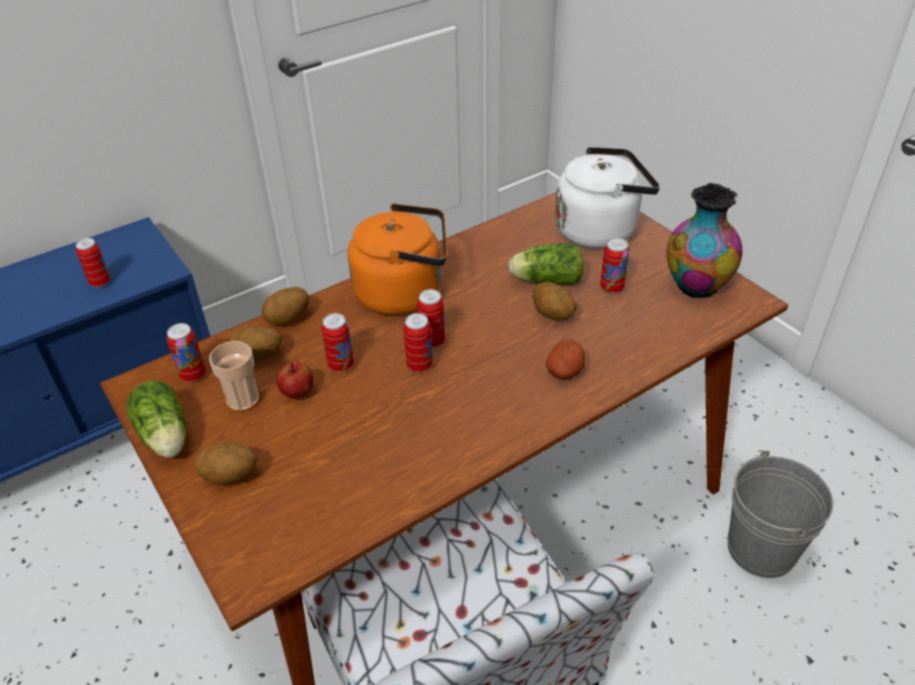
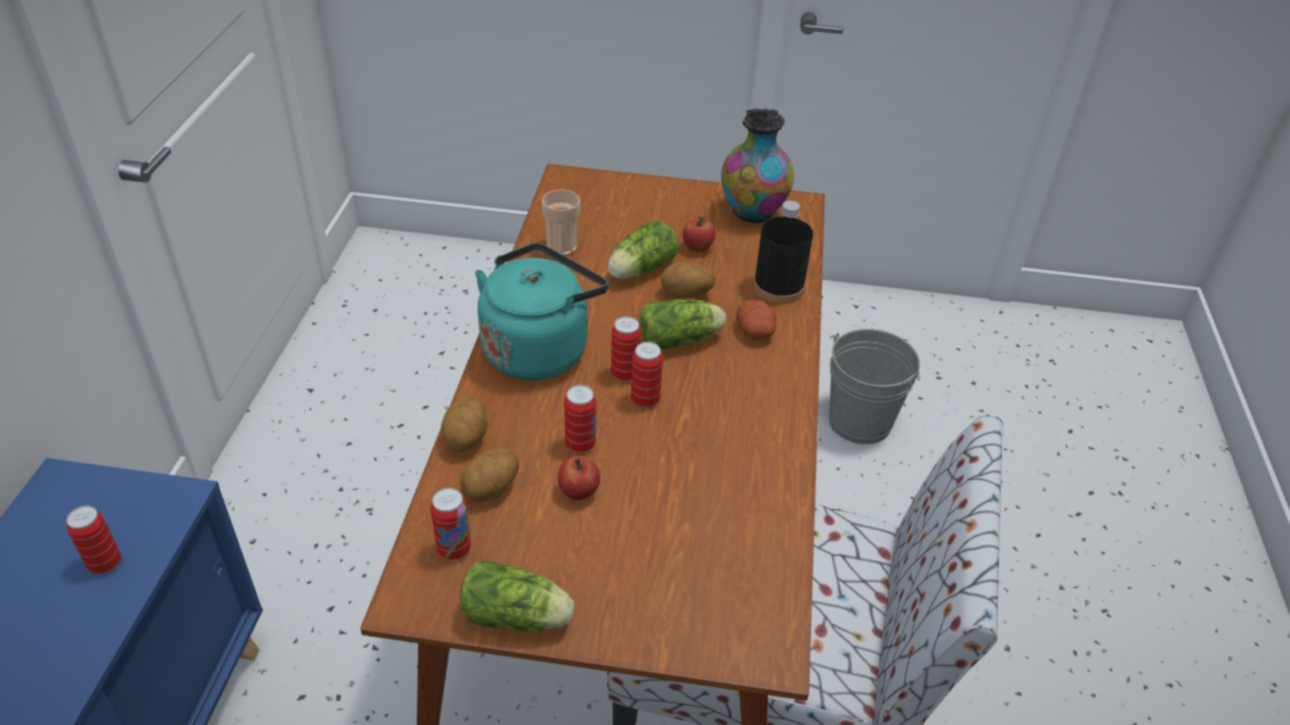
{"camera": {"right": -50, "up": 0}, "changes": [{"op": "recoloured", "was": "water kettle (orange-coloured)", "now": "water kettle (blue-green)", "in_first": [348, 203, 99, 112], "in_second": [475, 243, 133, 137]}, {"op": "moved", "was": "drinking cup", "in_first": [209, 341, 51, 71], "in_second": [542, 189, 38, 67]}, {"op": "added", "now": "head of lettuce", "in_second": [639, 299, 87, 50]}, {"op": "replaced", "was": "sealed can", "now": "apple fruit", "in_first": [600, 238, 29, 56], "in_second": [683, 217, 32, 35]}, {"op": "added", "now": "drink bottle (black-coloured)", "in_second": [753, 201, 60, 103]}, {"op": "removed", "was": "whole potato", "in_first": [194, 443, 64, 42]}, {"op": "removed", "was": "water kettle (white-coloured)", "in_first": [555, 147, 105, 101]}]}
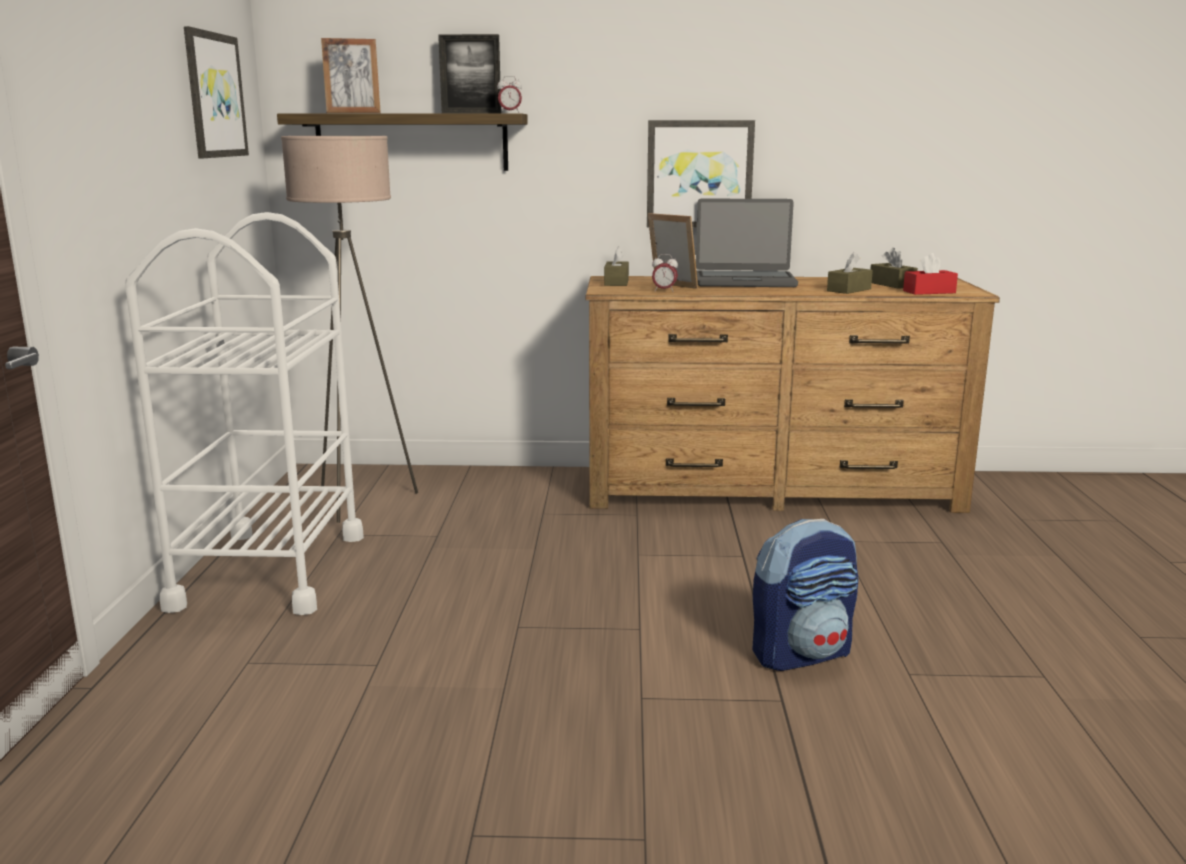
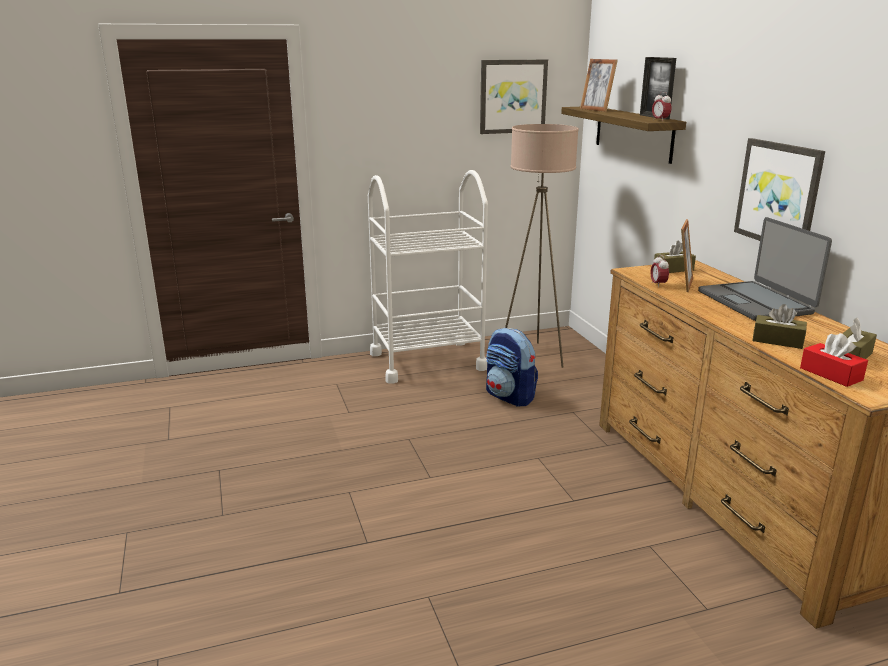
{"camera": {"right": 70, "up": 5}, "changes": [{"op": "moved", "was": "backpack", "in_first": [752, 519, 107, 152], "in_second": [486, 328, 52, 79]}]}
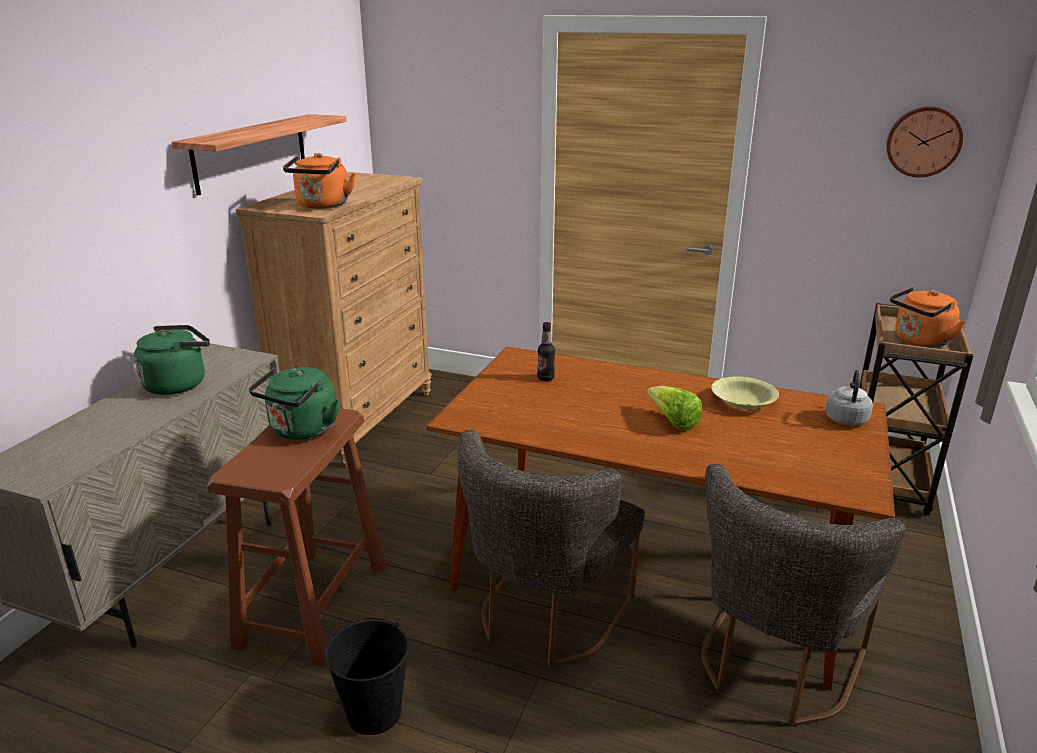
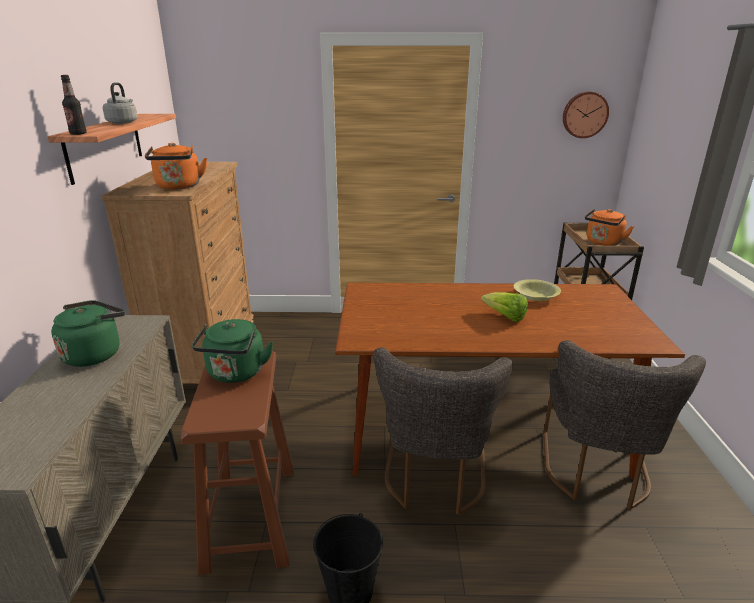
{"camera": {"right": -20, "up": 0}, "changes": [{"op": "moved", "was": "drink bottle", "in_first": [537, 322, 18, 59], "in_second": [61, 75, 26, 60]}, {"op": "moved", "was": "water kettle (greyish)", "in_first": [825, 370, 48, 56], "in_second": [103, 82, 34, 42]}]}
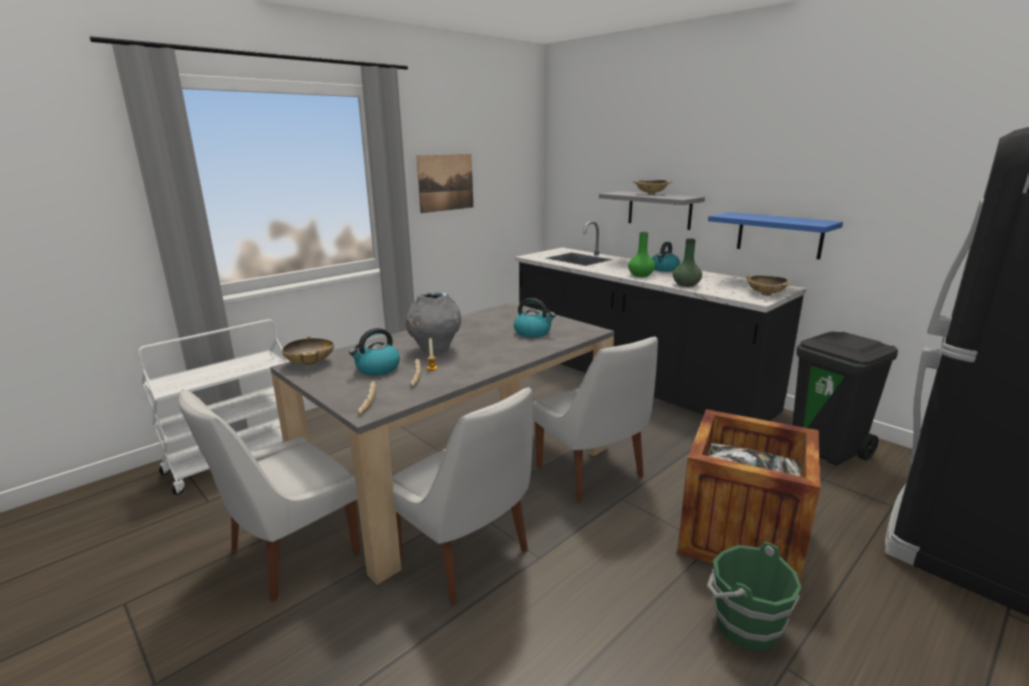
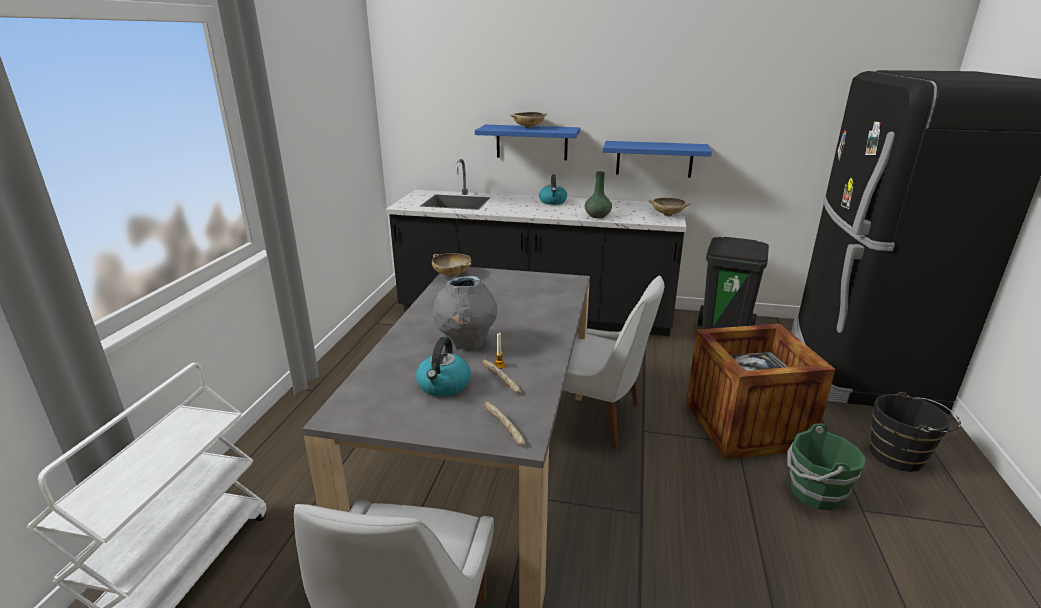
{"camera": {"right": -35, "up": 5}, "changes": [{"op": "moved", "was": "bowl (sand-coloured)", "in_first": [282, 336, 52, 30], "in_second": [432, 253, 40, 24]}, {"op": "recoloured", "was": "wall shelf (greyish)", "now": "wall shelf (bluish)", "in_first": [599, 191, 106, 39], "in_second": [475, 125, 105, 35]}, {"op": "added", "now": "bucket (black-coloured)", "in_second": [870, 392, 91, 80]}, {"op": "removed", "was": "plain chair (white-coloured)", "in_first": [392, 387, 141, 218]}, {"op": "removed", "was": "wall art", "in_first": [416, 154, 57, 59]}, {"op": "removed", "was": "water kettle", "in_first": [514, 298, 42, 40]}, {"op": "removed", "was": "decorative vase (greenish)", "in_first": [628, 232, 27, 45]}]}
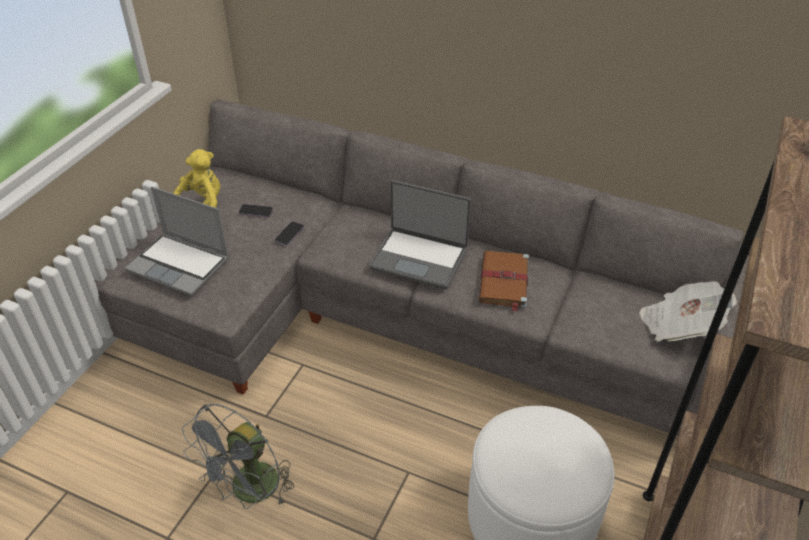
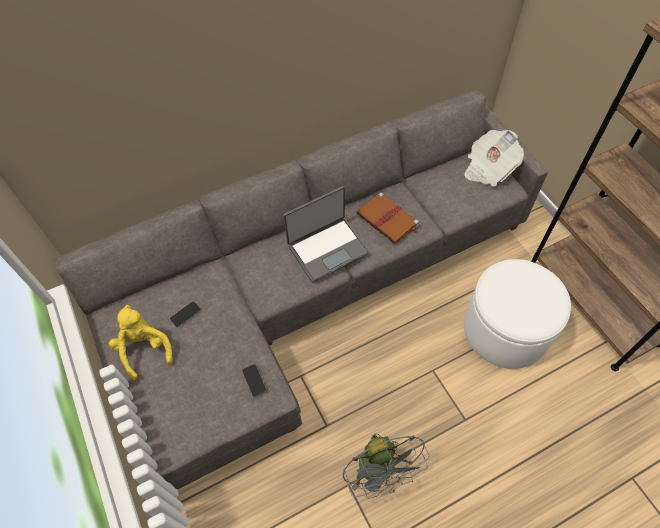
{"camera": {"right": -50, "up": 15}, "changes": [{"op": "moved", "was": "telephone", "in_first": [275, 222, 29, 23], "in_second": [242, 364, 25, 33]}, {"op": "removed", "was": "laptop", "in_first": [125, 187, 104, 109]}]}
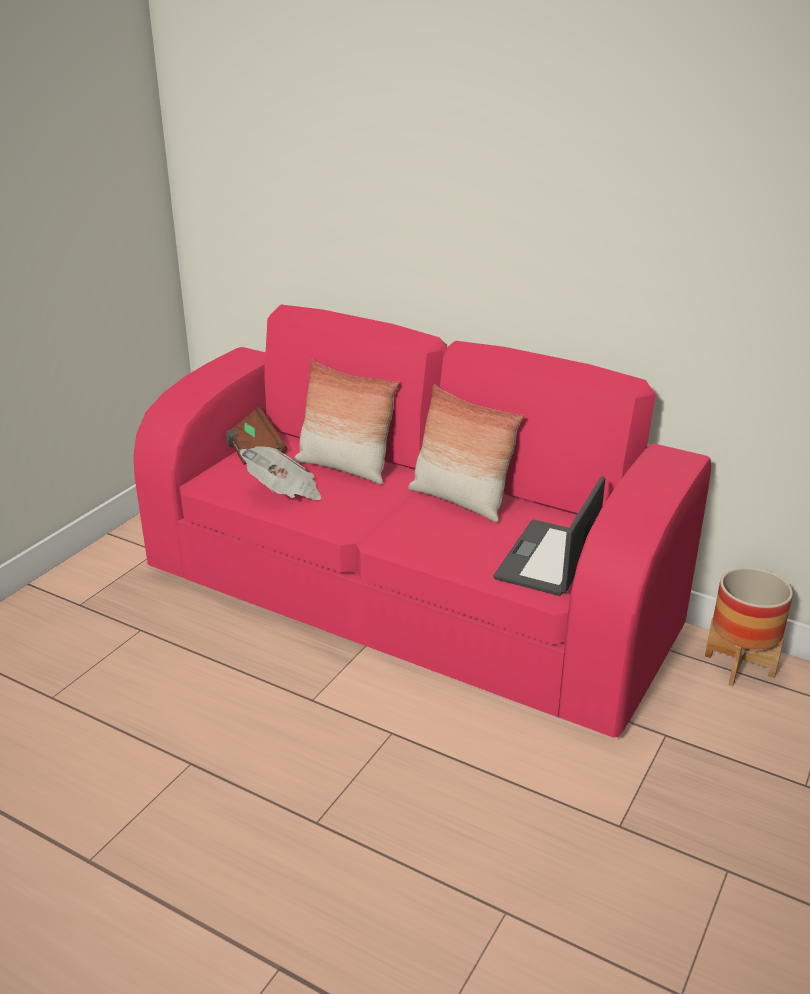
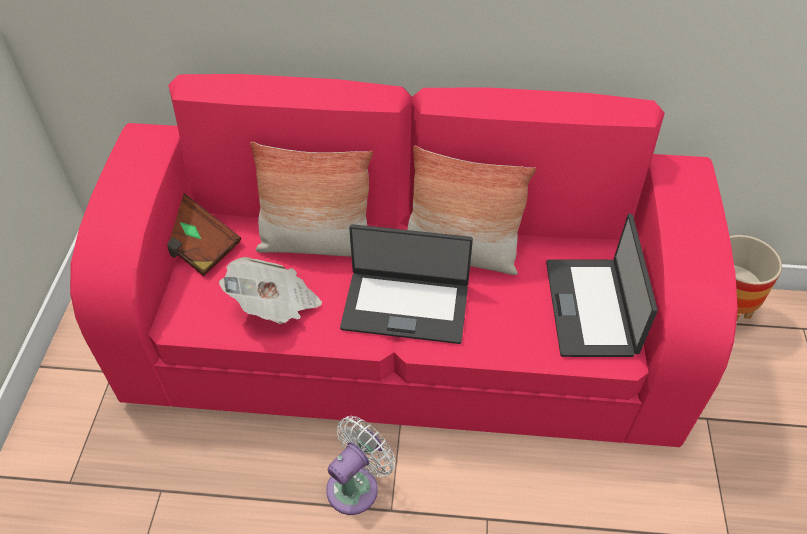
{"camera": {"right": -25, "up": 20}, "changes": [{"op": "added", "now": "fan (white-coloured)", "in_second": [326, 416, 69, 99]}, {"op": "added", "now": "laptop", "in_second": [340, 224, 133, 120]}]}
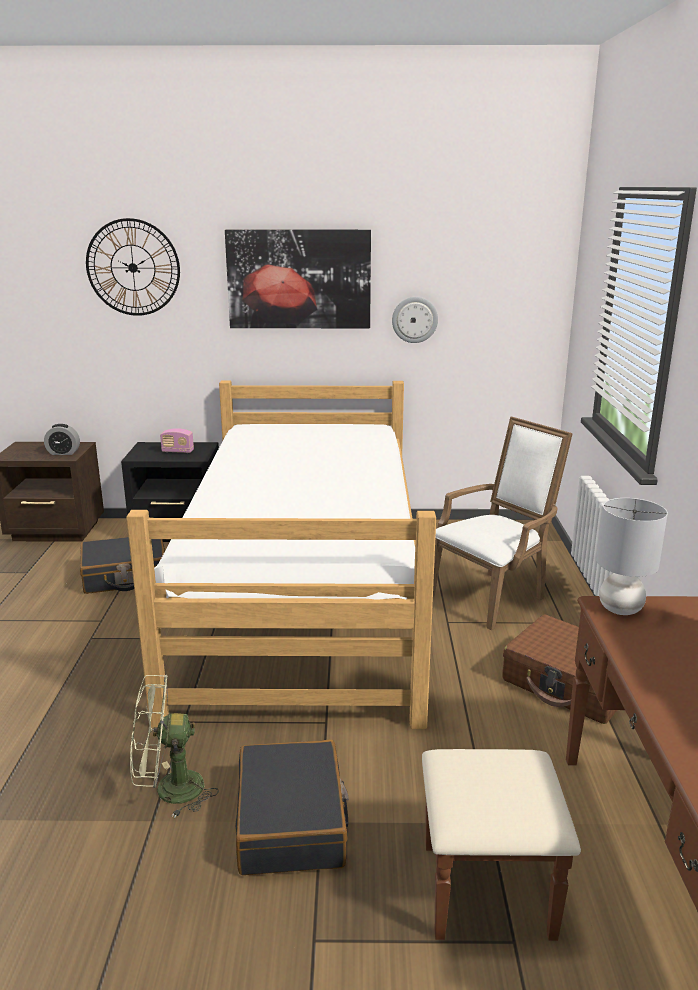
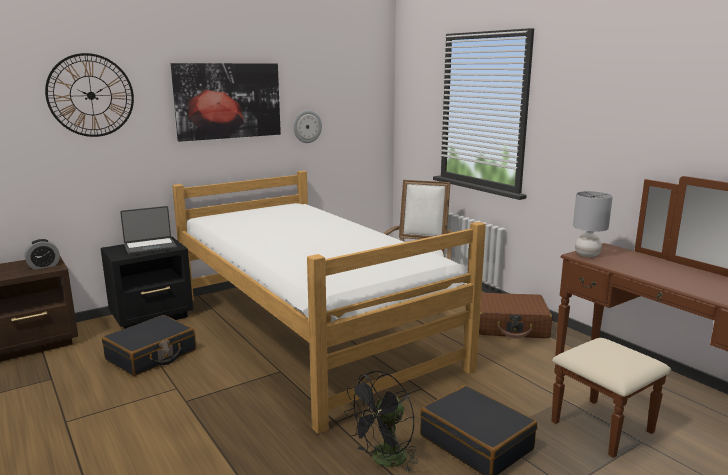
{"camera": {"right": -35, "up": -5}, "changes": [{"op": "replaced", "was": "radio receiver", "now": "laptop", "in_first": [160, 428, 34, 25], "in_second": [120, 206, 57, 49]}, {"op": "recoloured", "was": "fan (greenish)", "now": "fan (black-coloured)", "in_first": [130, 675, 89, 143], "in_second": [344, 371, 75, 102]}]}
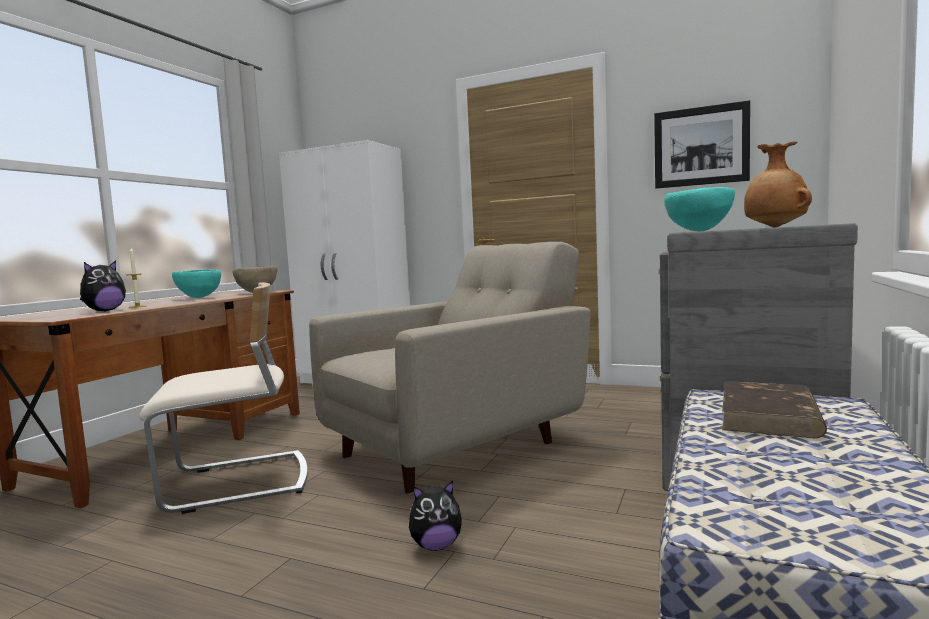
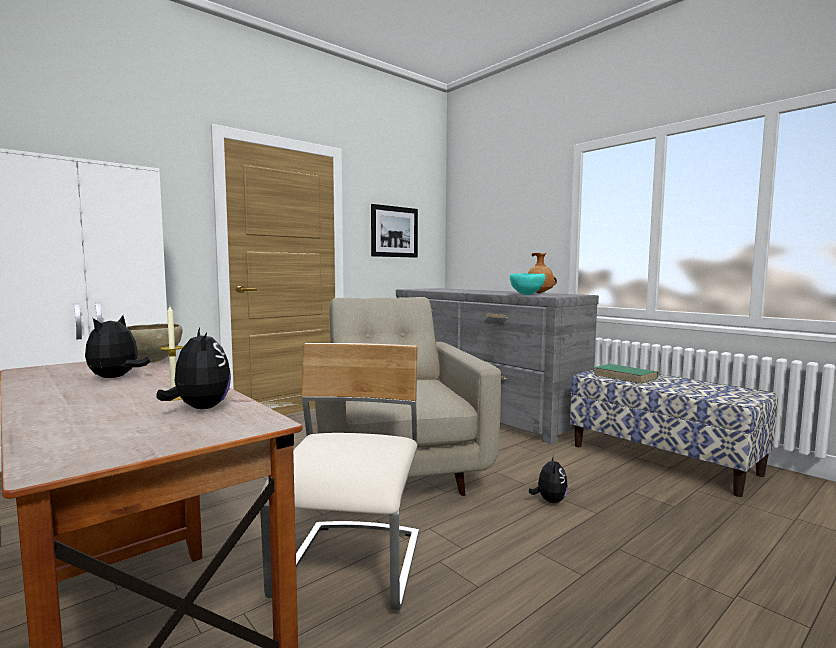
{"camera": {"right": -65, "up": 0}, "changes": [{"op": "replaced", "was": "bowl (blue-green)", "now": "cuddly toy", "in_first": [172, 270, 49, 28], "in_second": [85, 315, 65, 63]}, {"op": "recoloured", "was": "bound book (brownish)", "now": "bound book (greenish)", "in_first": [722, 381, 105, 57], "in_second": [594, 364, 64, 20]}]}
